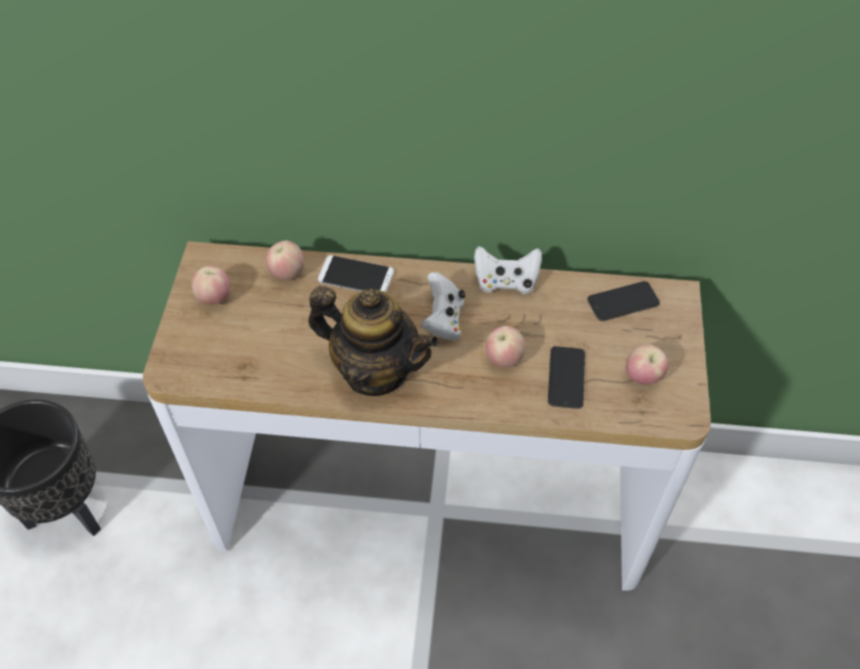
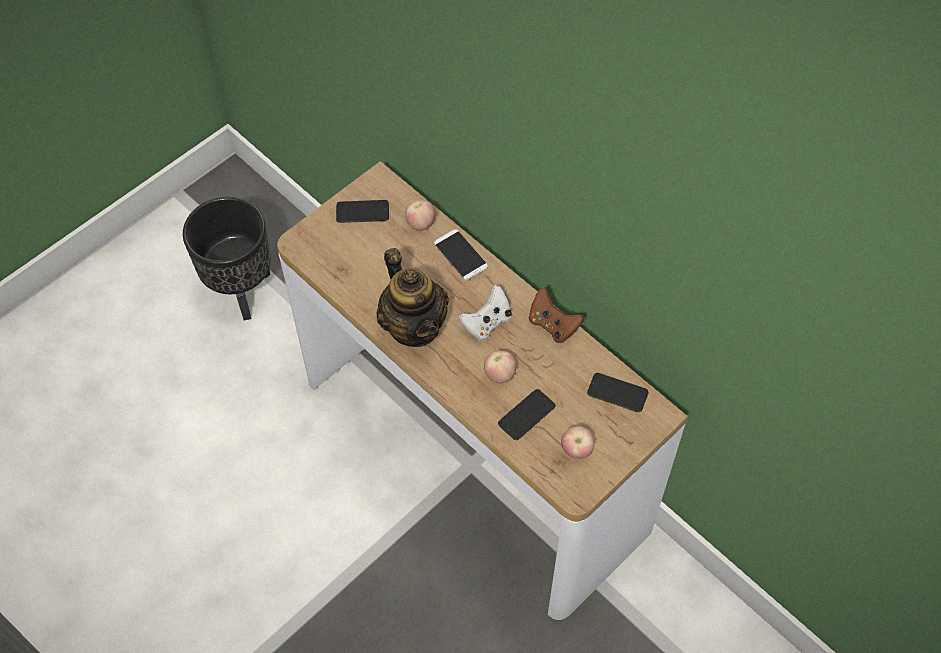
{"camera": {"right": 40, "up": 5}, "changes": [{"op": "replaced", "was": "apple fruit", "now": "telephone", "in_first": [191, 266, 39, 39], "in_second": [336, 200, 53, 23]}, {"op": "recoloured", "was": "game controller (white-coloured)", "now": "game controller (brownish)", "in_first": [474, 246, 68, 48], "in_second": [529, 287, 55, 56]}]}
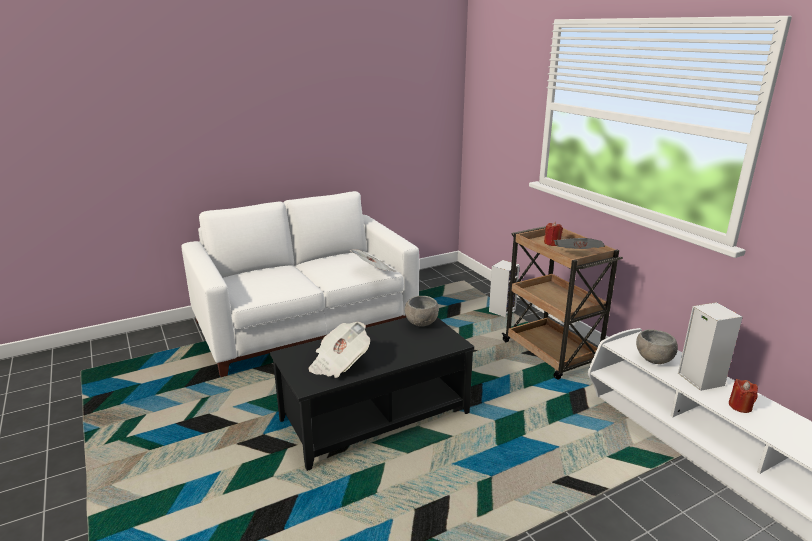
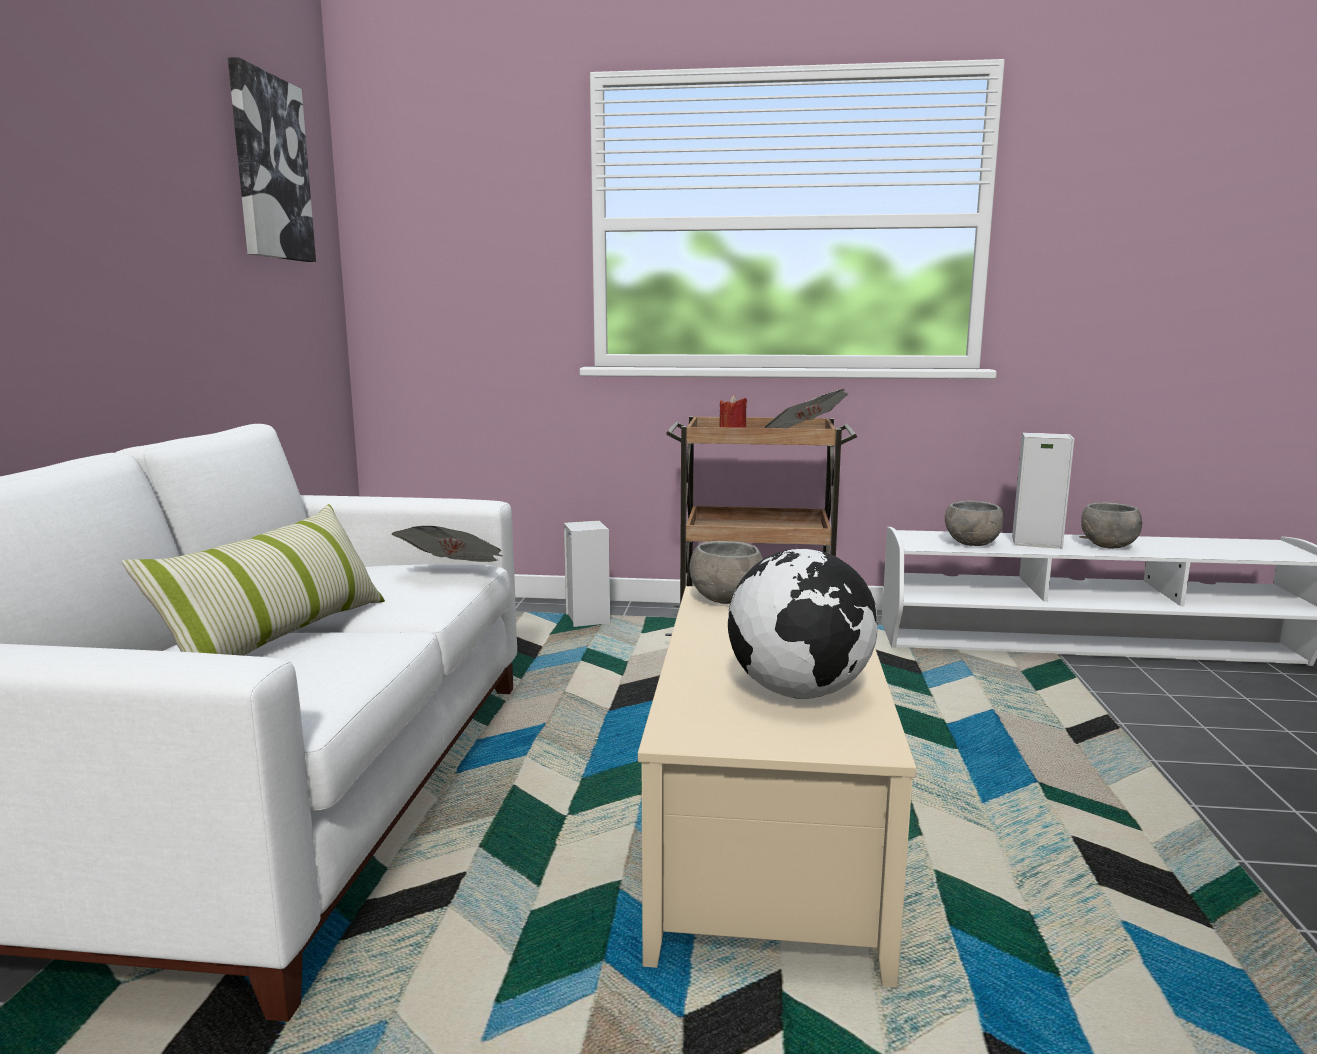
{"camera": {"right": -55, "up": -10}, "changes": [{"op": "added", "now": "cushion", "in_second": [122, 504, 263, 152]}, {"op": "added", "now": "wall art", "in_second": [228, 57, 88, 205]}, {"op": "recoloured", "was": "low table (black-coloured)", "now": "low table (sand-coloured)", "in_first": [270, 317, 204, 154], "in_second": [638, 586, 279, 401]}, {"op": "replaced", "was": "daily paper", "now": "globe", "in_first": [309, 322, 61, 56], "in_second": [728, 549, 150, 150]}, {"op": "replaced", "was": "candle (red)", "now": "bowl (greyish)", "in_first": [729, 379, 29, 34], "in_second": [1081, 502, 61, 47]}]}
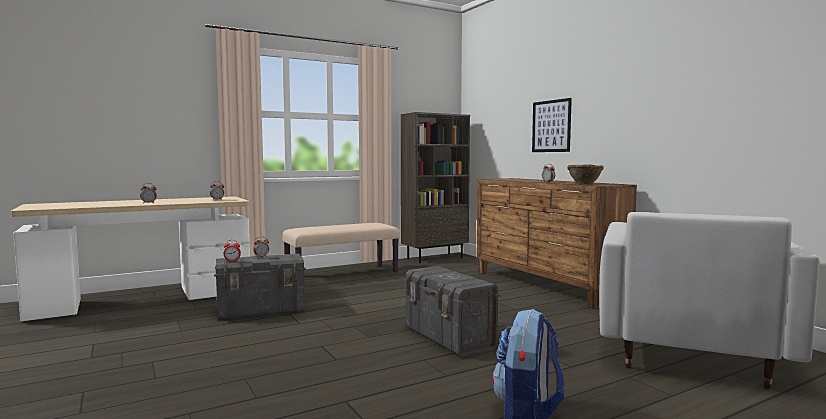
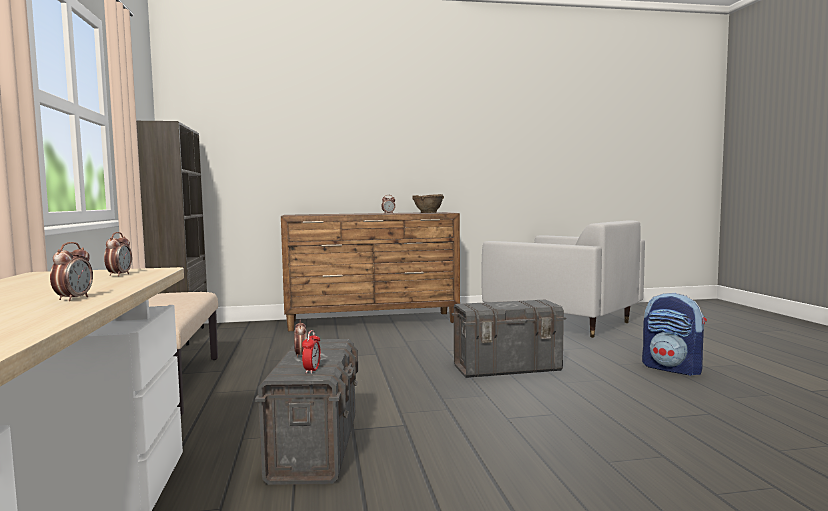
{"camera": {"right": -70, "up": 0}, "changes": [{"op": "removed", "was": "wall art", "in_first": [532, 98, 40, 54]}]}
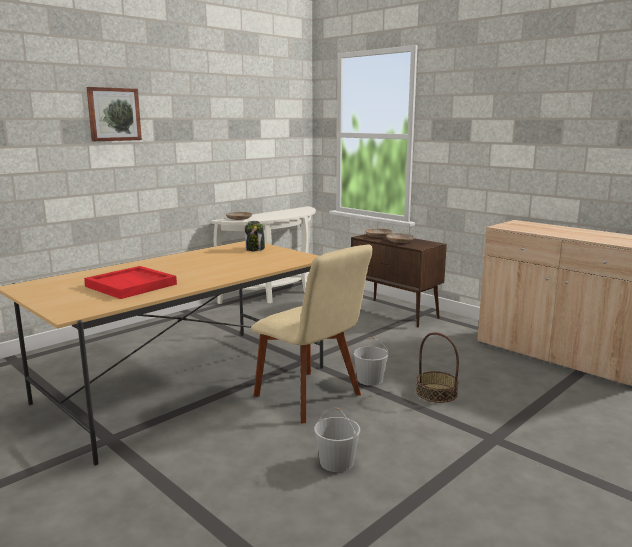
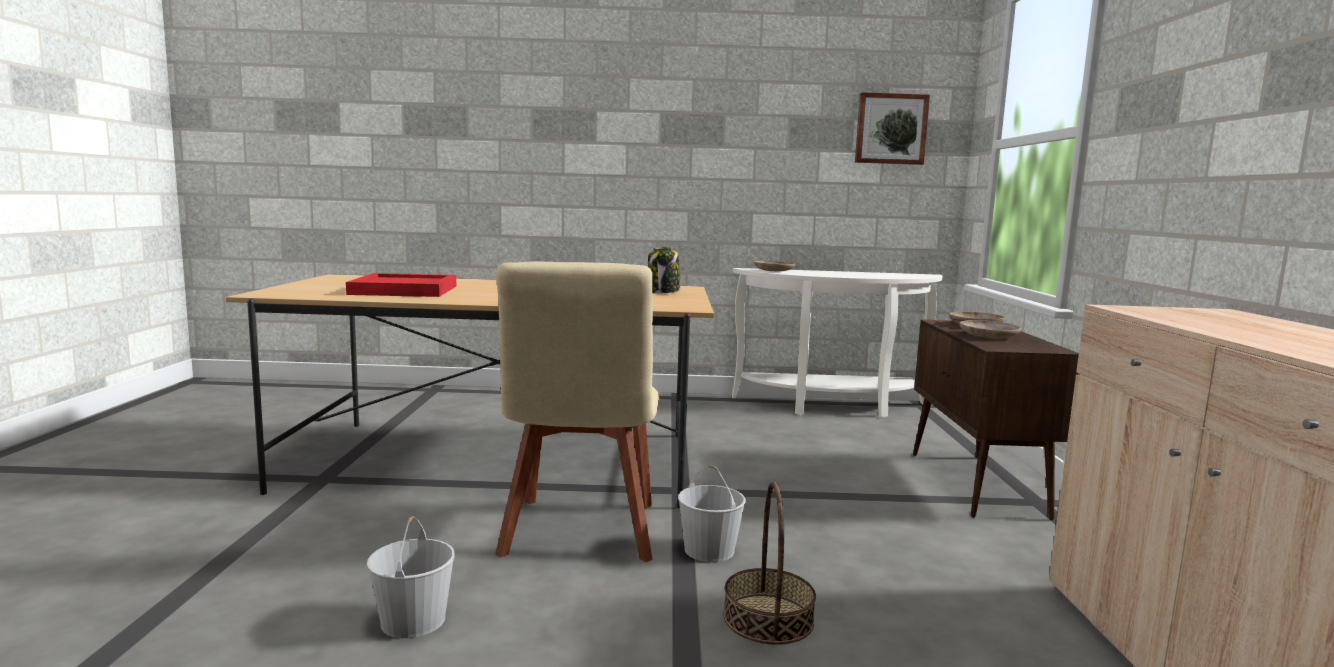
{"camera": {"right": 45, "up": -5}, "changes": [{"op": "moved", "was": "wall art", "in_first": [86, 87, 56, 54], "in_second": [855, 92, 75, 73]}]}
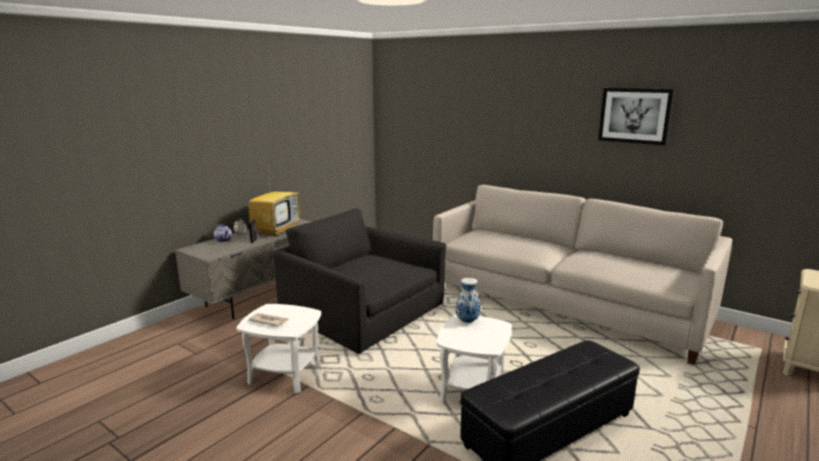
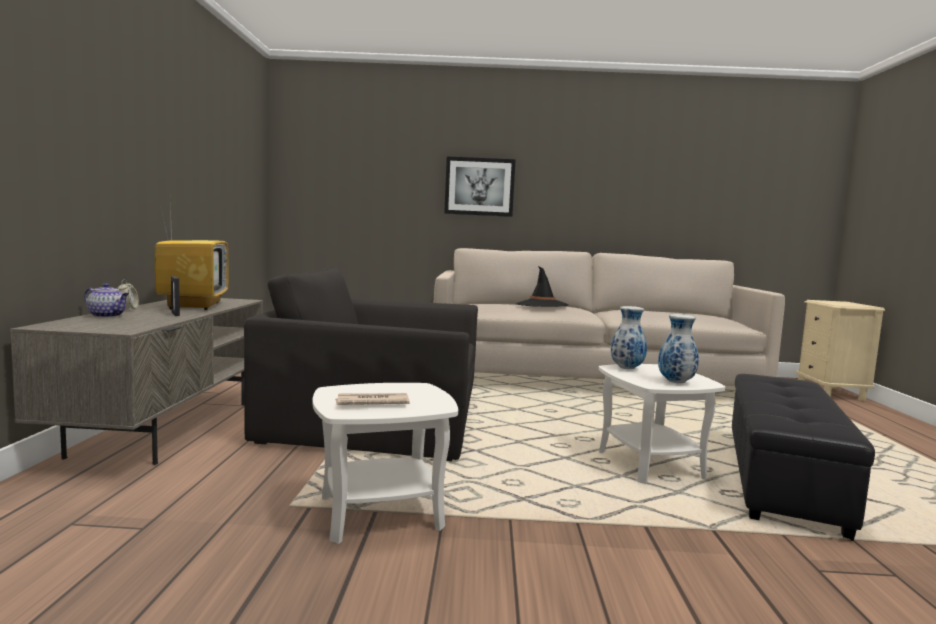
{"camera": {"right": -35, "up": -10}, "changes": [{"op": "moved", "was": "wall art", "in_first": [598, 88, 76, 57], "in_second": [444, 156, 72, 61]}, {"op": "added", "now": "hat (black-coloured)", "in_second": [516, 266, 53, 41]}, {"op": "added", "now": "decorative vase", "in_second": [658, 314, 41, 69]}]}
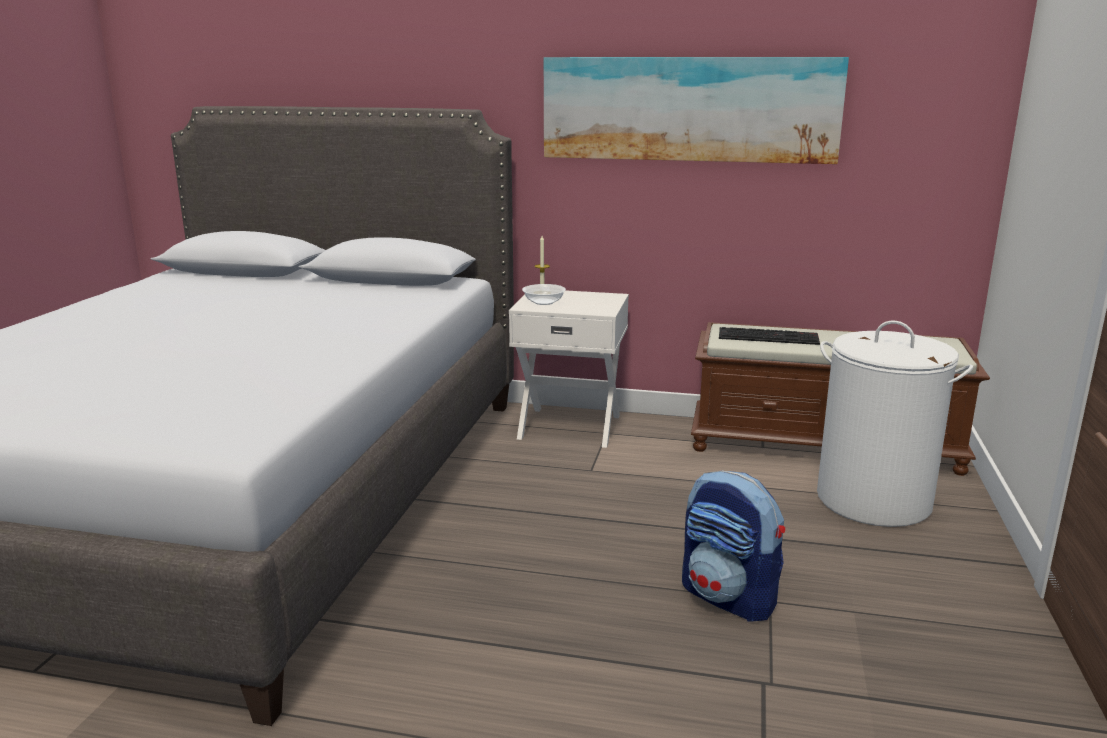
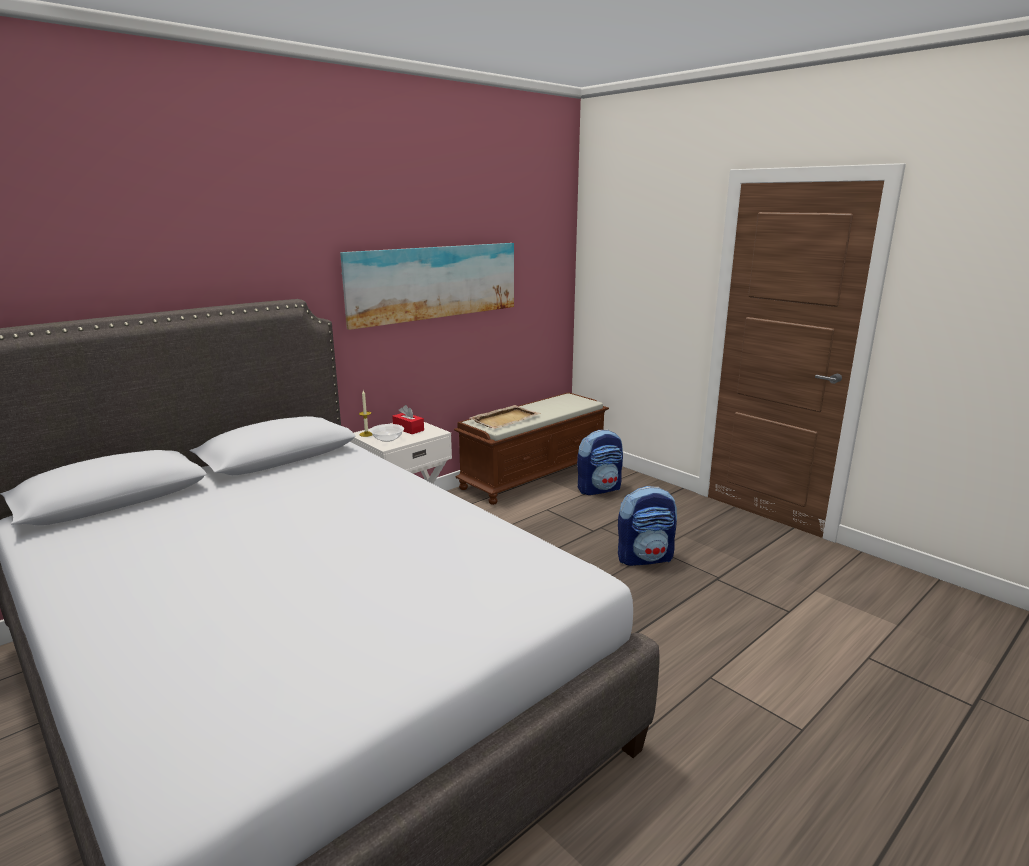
{"camera": {"right": -55, "up": 0}, "changes": [{"op": "added", "now": "tissue holder (red)", "in_second": [392, 405, 32, 29]}, {"op": "replaced", "was": "PC keyboard", "now": "serving tray (sand-coloured)", "in_first": [719, 327, 101, 18], "in_second": [470, 405, 71, 24]}, {"op": "replaced", "was": "hamper (white-coloured)", "now": "backpack", "in_first": [817, 321, 156, 206], "in_second": [577, 430, 46, 65]}]}
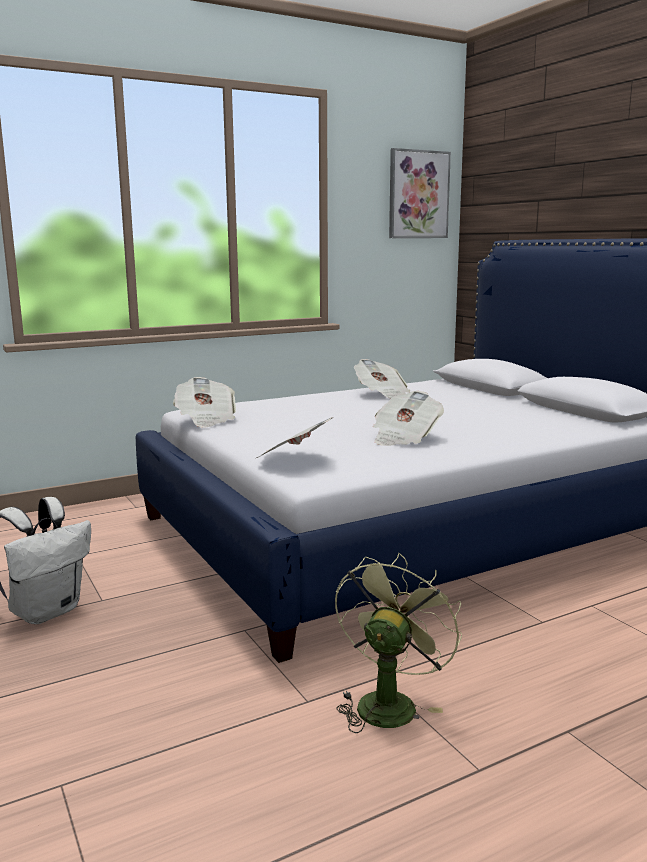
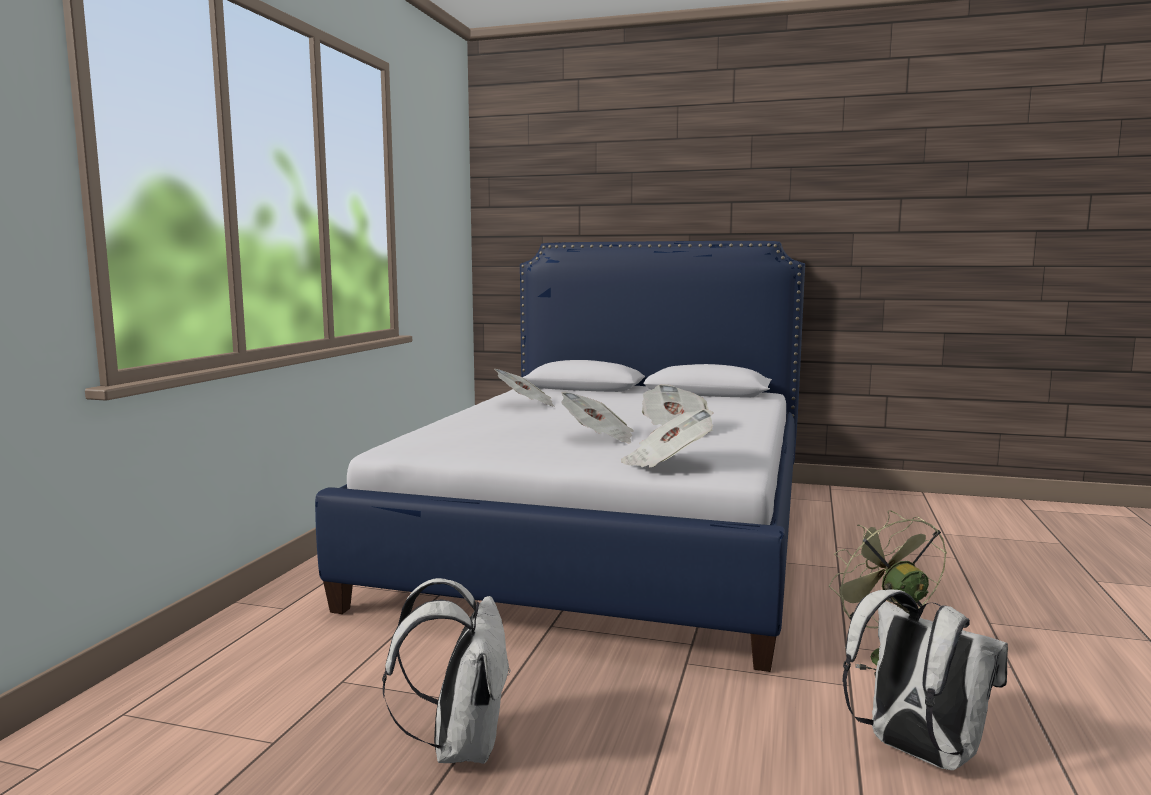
{"camera": {"right": -45, "up": -5}, "changes": [{"op": "moved", "was": "daily paper", "in_first": [173, 377, 63, 51], "in_second": [561, 392, 72, 52]}, {"op": "added", "now": "backpack (white-coloured)", "in_second": [842, 589, 166, 181]}, {"op": "removed", "was": "wall art", "in_first": [389, 148, 62, 90]}]}
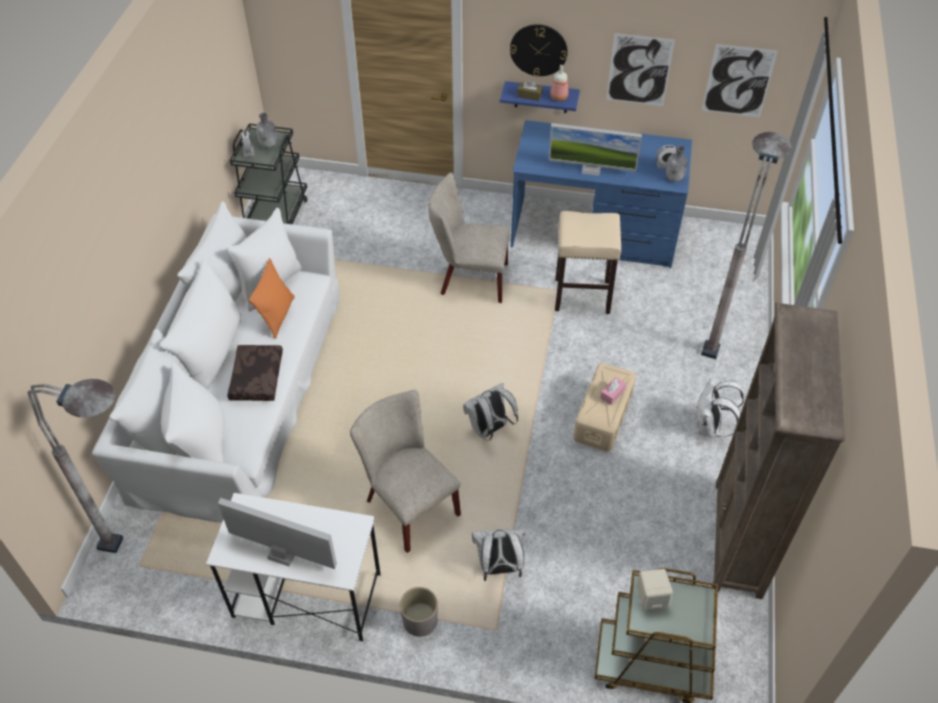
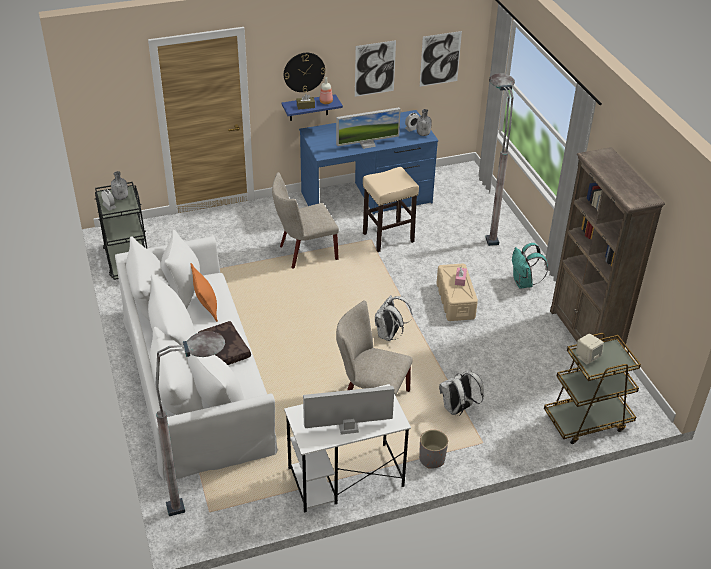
{"camera": {"right": -30, "up": -10}, "changes": [{"op": "recoloured", "was": "backpack (white-coloured)", "now": "backpack (blue-green)", "in_first": [696, 378, 48, 60], "in_second": [512, 243, 36, 45]}]}
